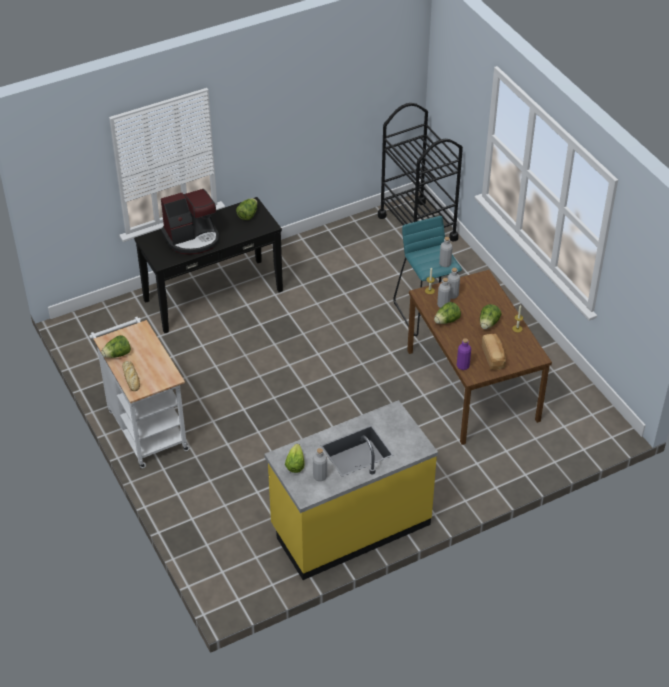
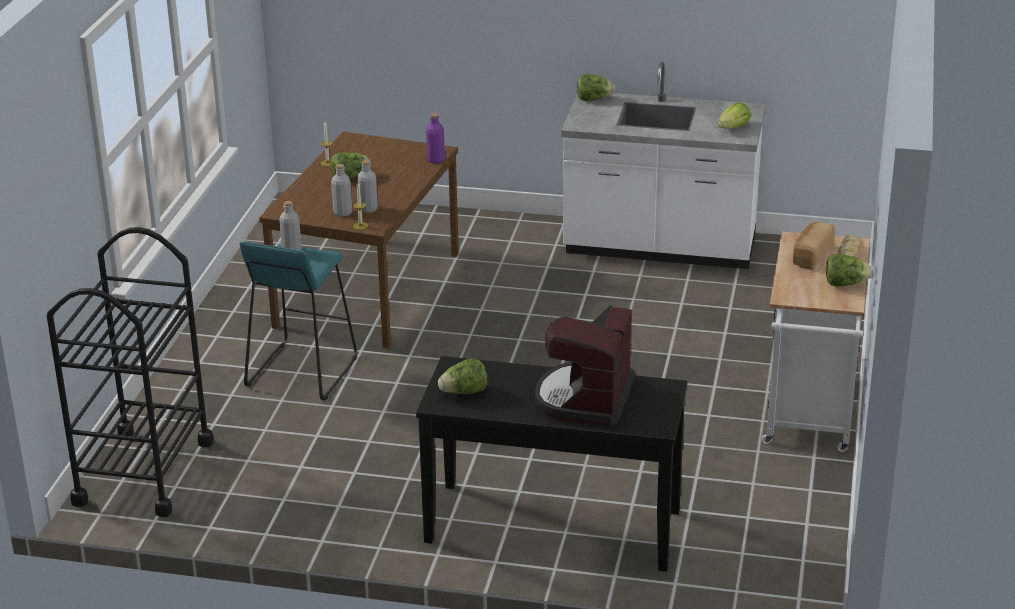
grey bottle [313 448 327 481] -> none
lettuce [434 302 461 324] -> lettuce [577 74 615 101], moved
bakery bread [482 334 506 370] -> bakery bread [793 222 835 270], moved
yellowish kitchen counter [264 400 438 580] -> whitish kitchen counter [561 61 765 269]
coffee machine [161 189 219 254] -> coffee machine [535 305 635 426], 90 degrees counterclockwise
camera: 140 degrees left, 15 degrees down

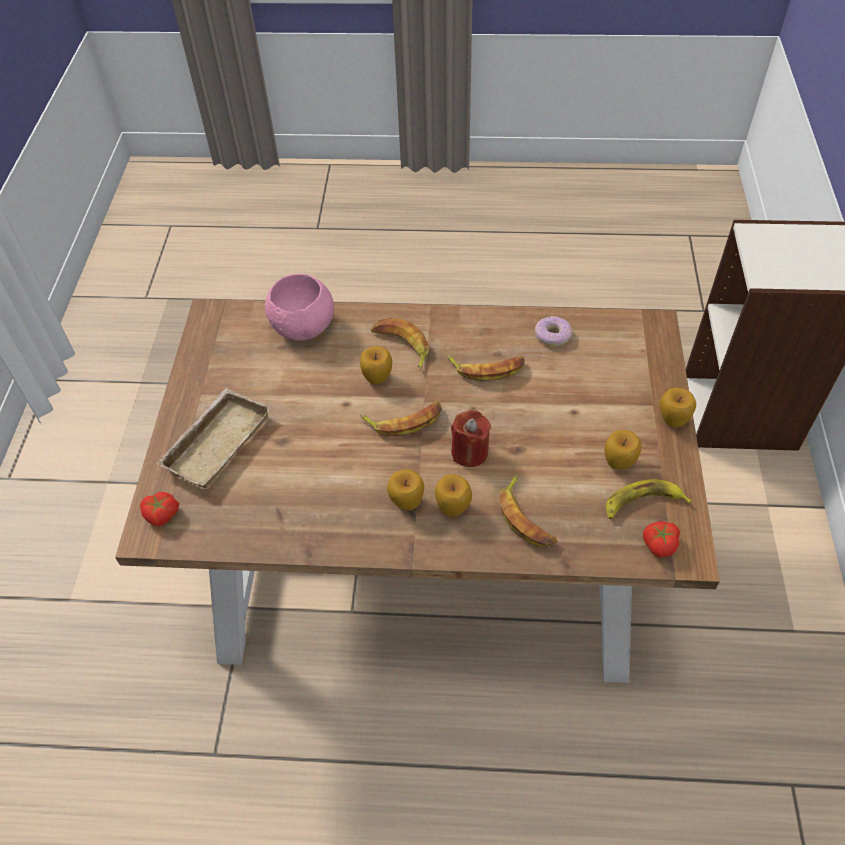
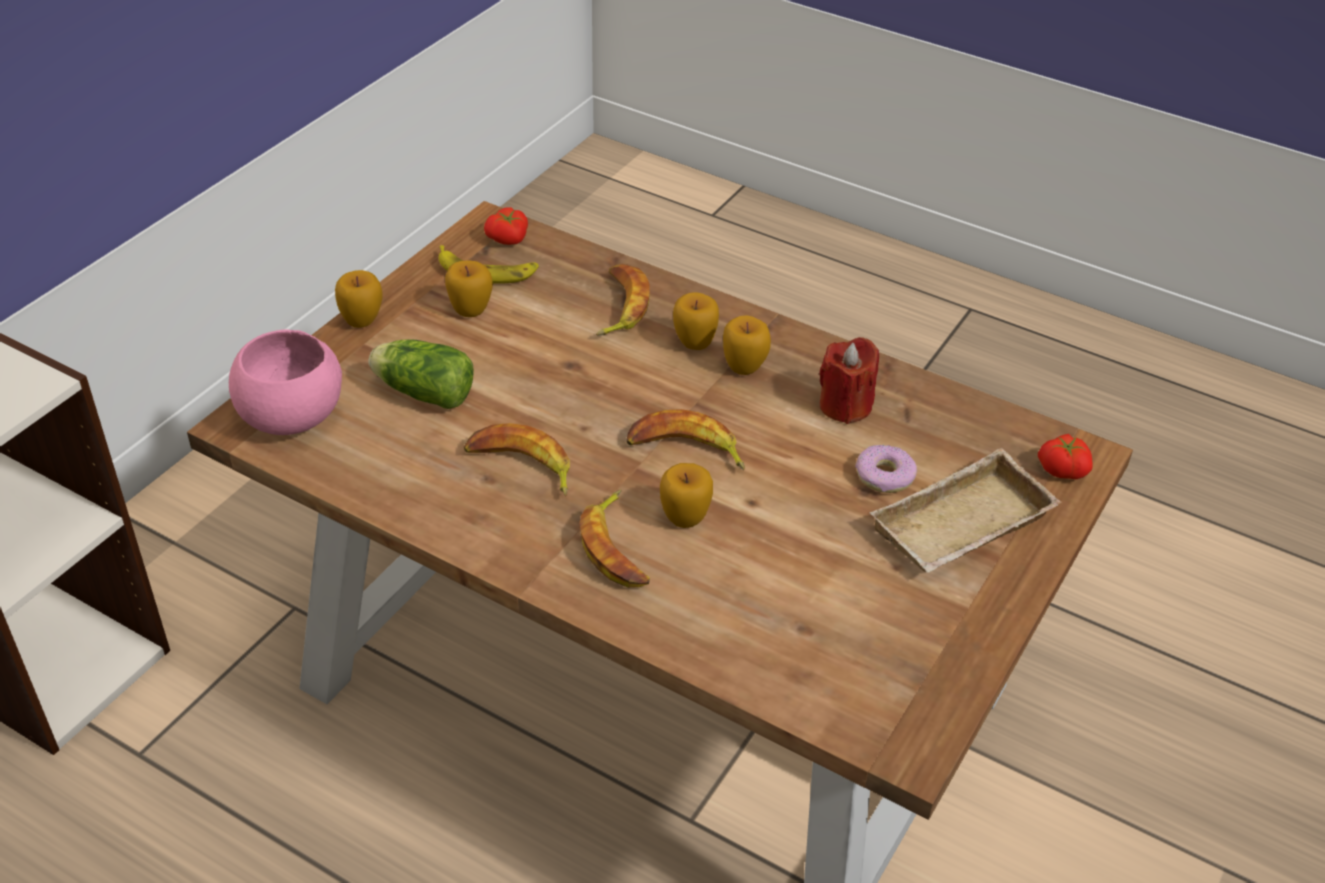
none -> lettuce [369 339 474 409]
pink bowl [265 274 334 341] -> pink bowl [229 329 342 435], moved
red-coloured candle [451 410 491 467] -> red-coloured candle [819 337 879 424], moved
ring doughnut [535 316 572 346] -> ring doughnut [855 445 917 493], moved
camera: 155 degrees left, 10 degrees down

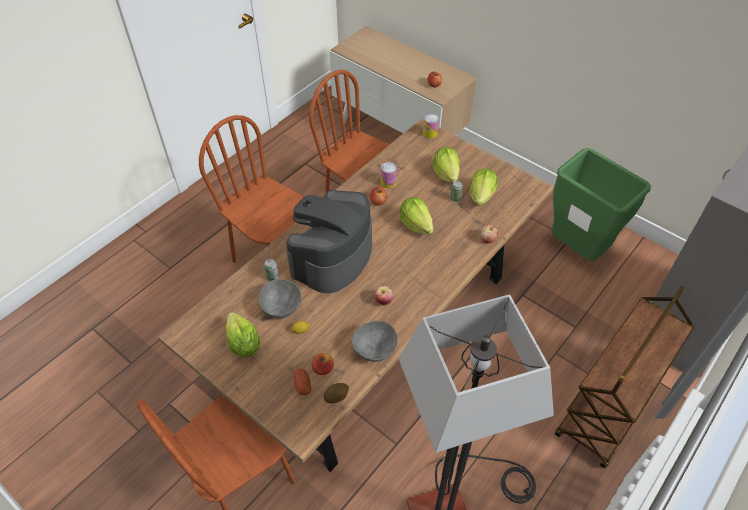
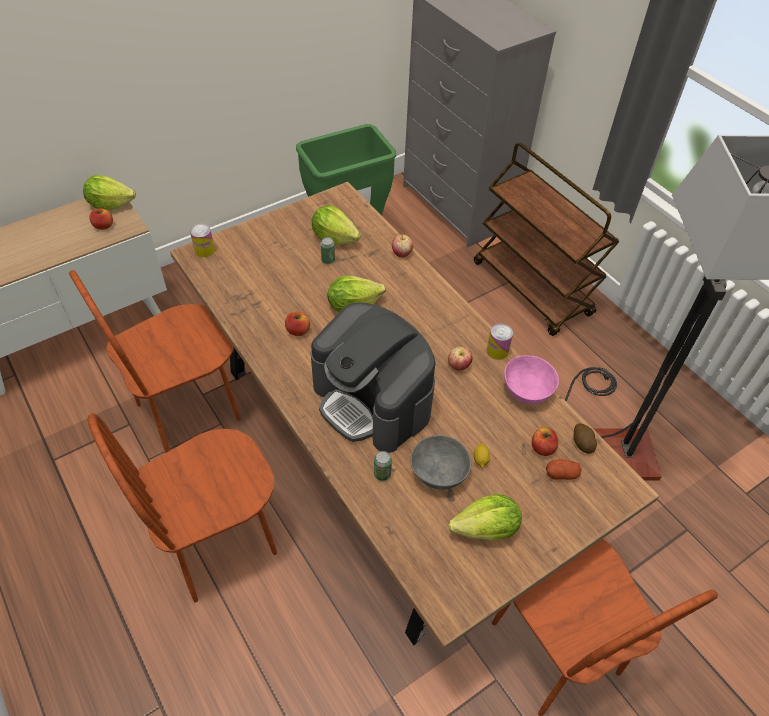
metal can [381 162 397 188] -> metal can [486 324 513 360], moved
lettuce [433 147 460 183] -> lettuce [83 175 136 211], moved
grey bowl [352 321 398 362] -> pink bowl [504 356 559 404]
camera: 75 degrees left, 0 degrees up

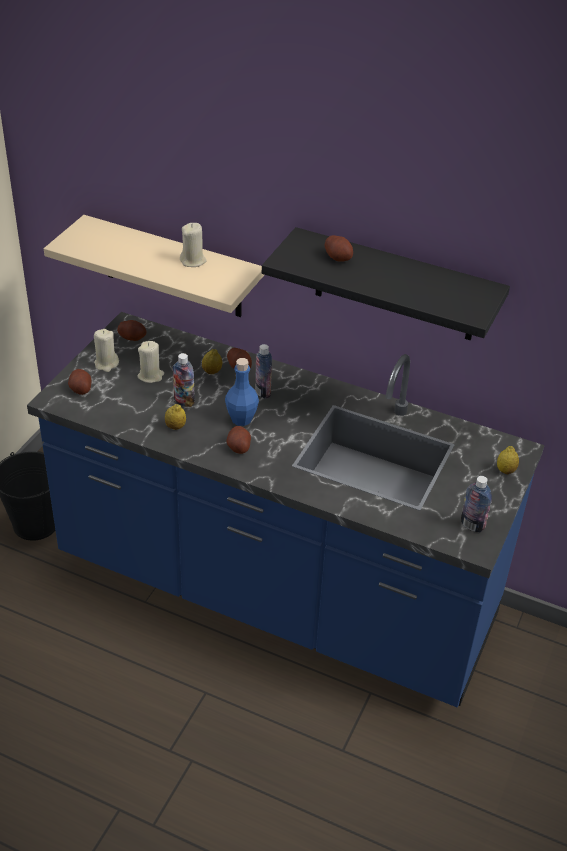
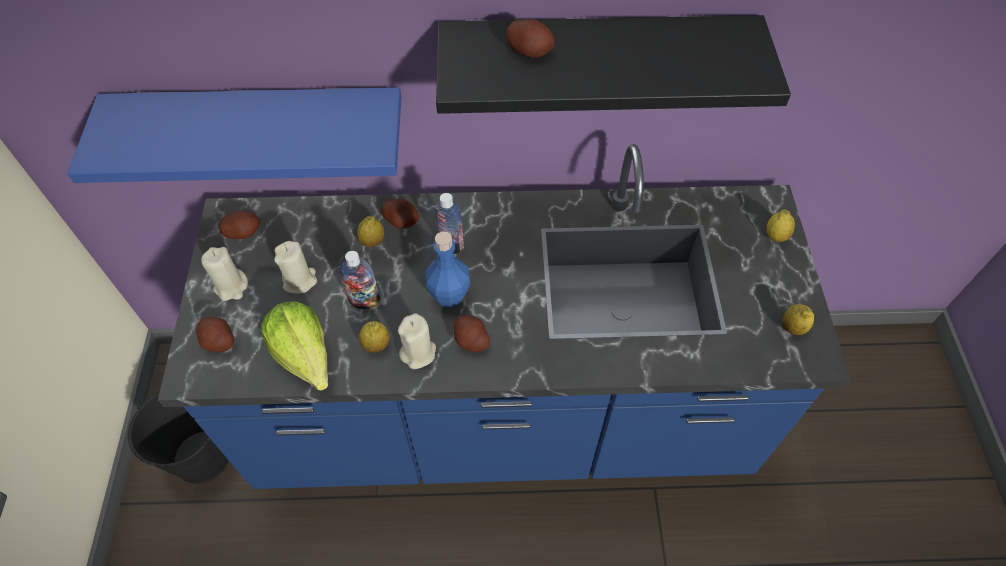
none -> lettuce [260 302 328 391]
beige candle [180 223 207 267] -> beige candle [398 313 436 369], moved
bottle [461 476 492 532] -> whole lemon [782 304 814 335]
beige shelf [44 215 264 317] -> bluish shelf [67 87 401 183]
camera: 25 degrees left, 15 degrees up

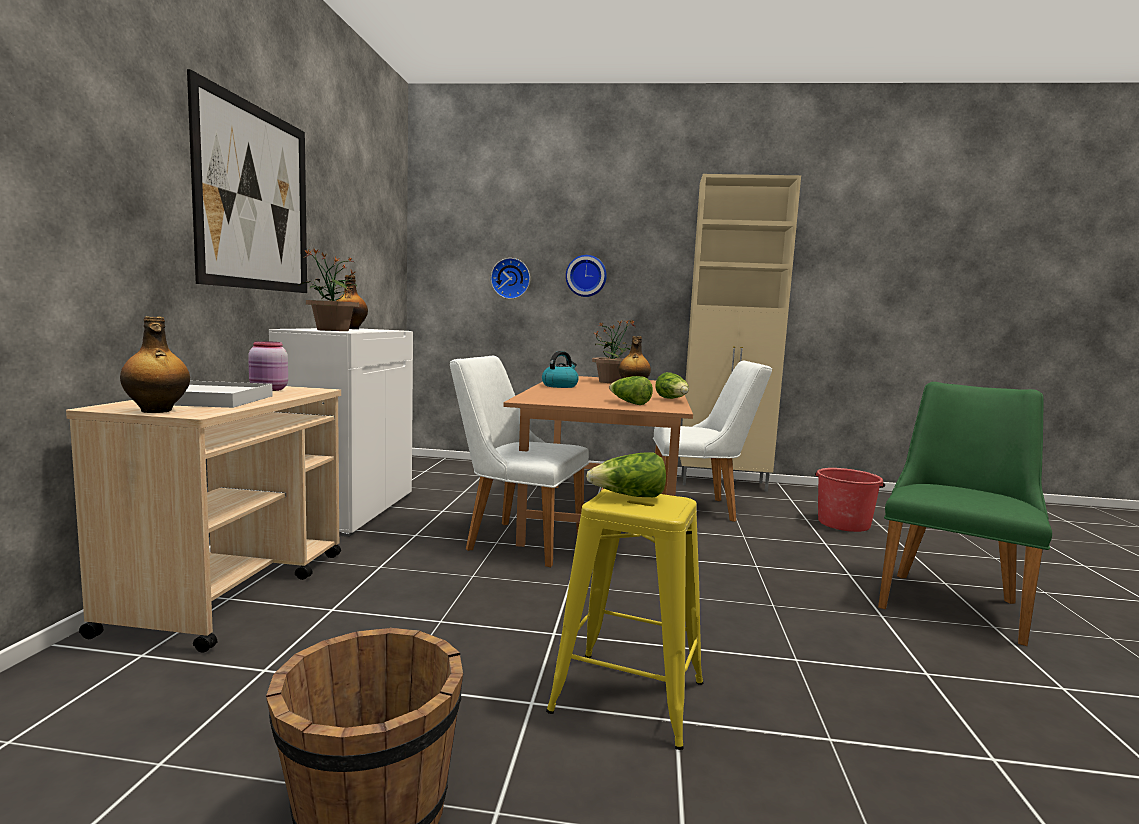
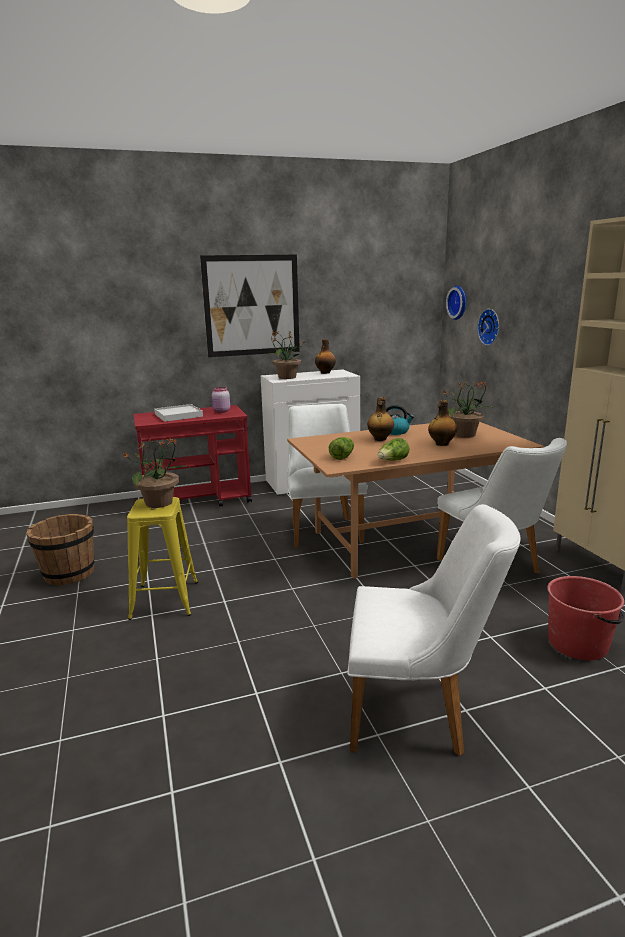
bottle [120 316 190 413] -> bottle [367 397 394 441], moved
wall clock [566 255 607 297] -> wall clock [446 286 467 320], moved
lettuce [586 452 666 497] -> houseplant [123 438 191 508]
beige trolley [66 386 341 653] -> red-coloured trolley [133 405 252 507]
green chair [878 382 1052 646] -> whitish chair [347 504 521 756]
camera: 65 degrees right, 10 degrees up

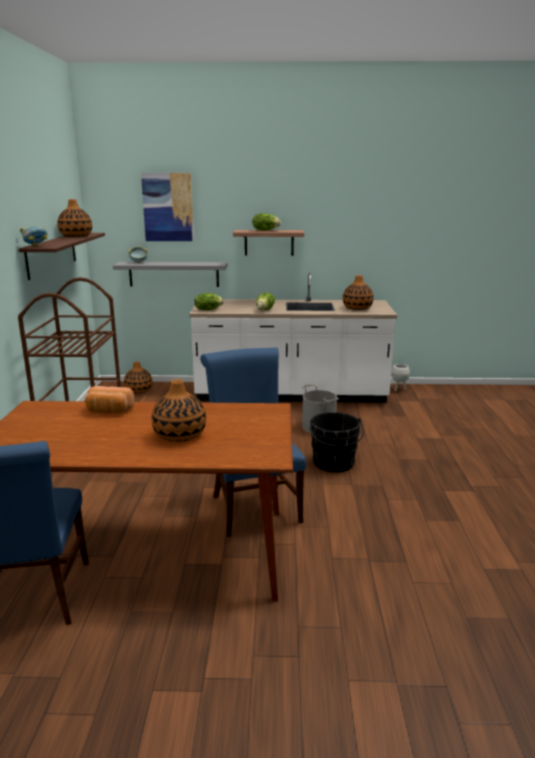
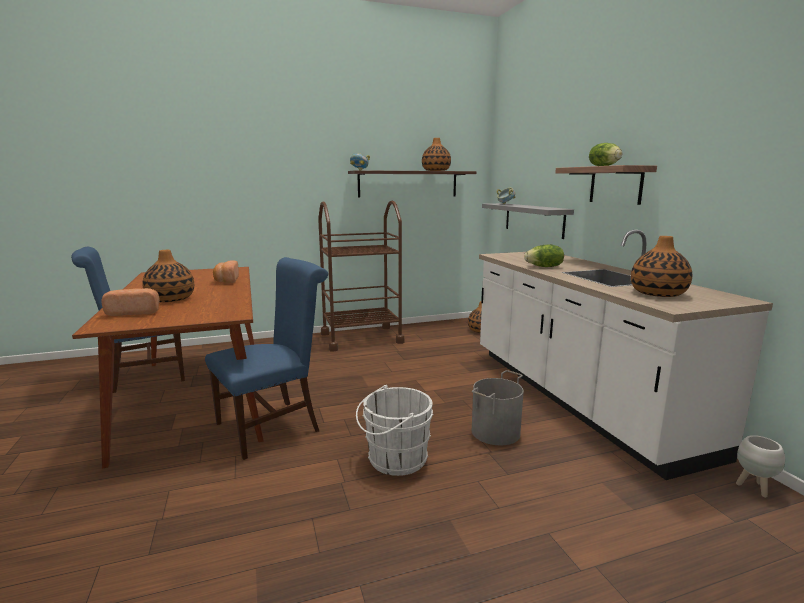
wall picture [141 173 194 241] -> none
lettuce [195 293 224 310] -> none
none -> bakery bread [102 288 160 316]
blackish water bucket [310 412 364 472] -> whitish water bucket [356 385 434 476]
camera: 70 degrees right, 5 degrees down

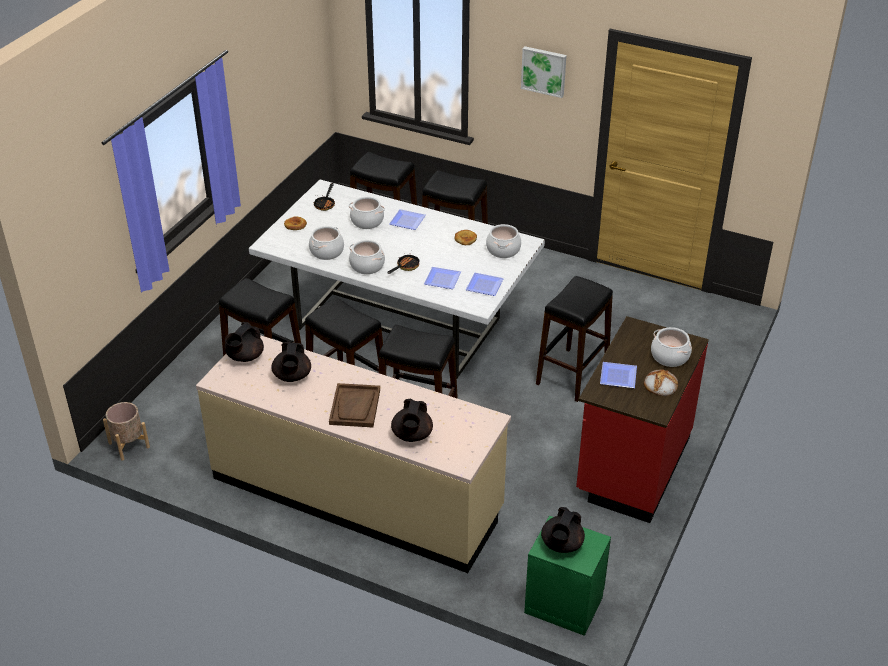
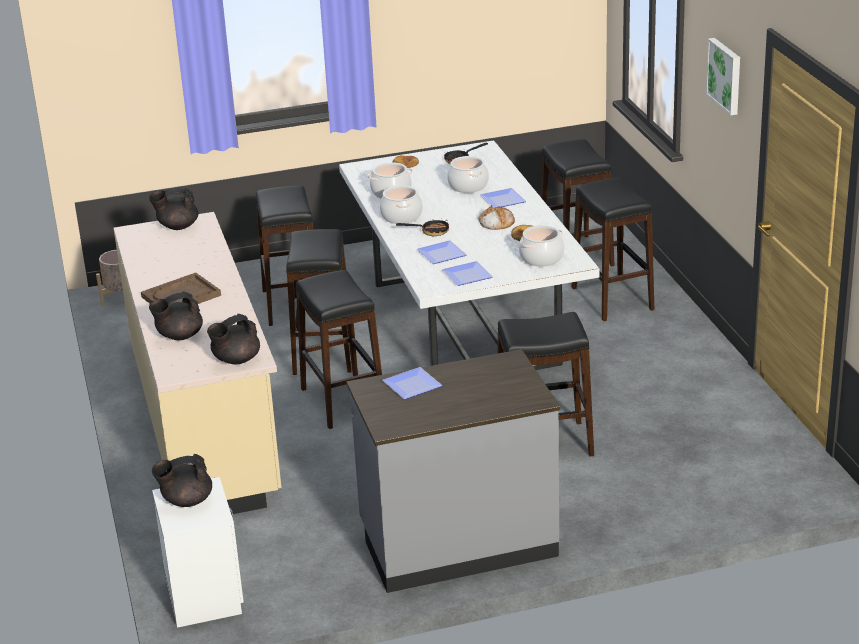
cooking pot [651 327 692 367] -> none
blackish tea pot [271 342 311 382] -> blackish tea pot [207 314 260 364], moved
bakery bread [644 369 678 396] -> bakery bread [479 205 515 230], moved
green nightstand [524 516 611 636] -> whitish nightstand [152 477 244 628]
red-coloured kitchen counter [576 316 709 523] -> grey kitchen counter [346 349 560 593]
camera: 50 degrees right, 10 degrees down

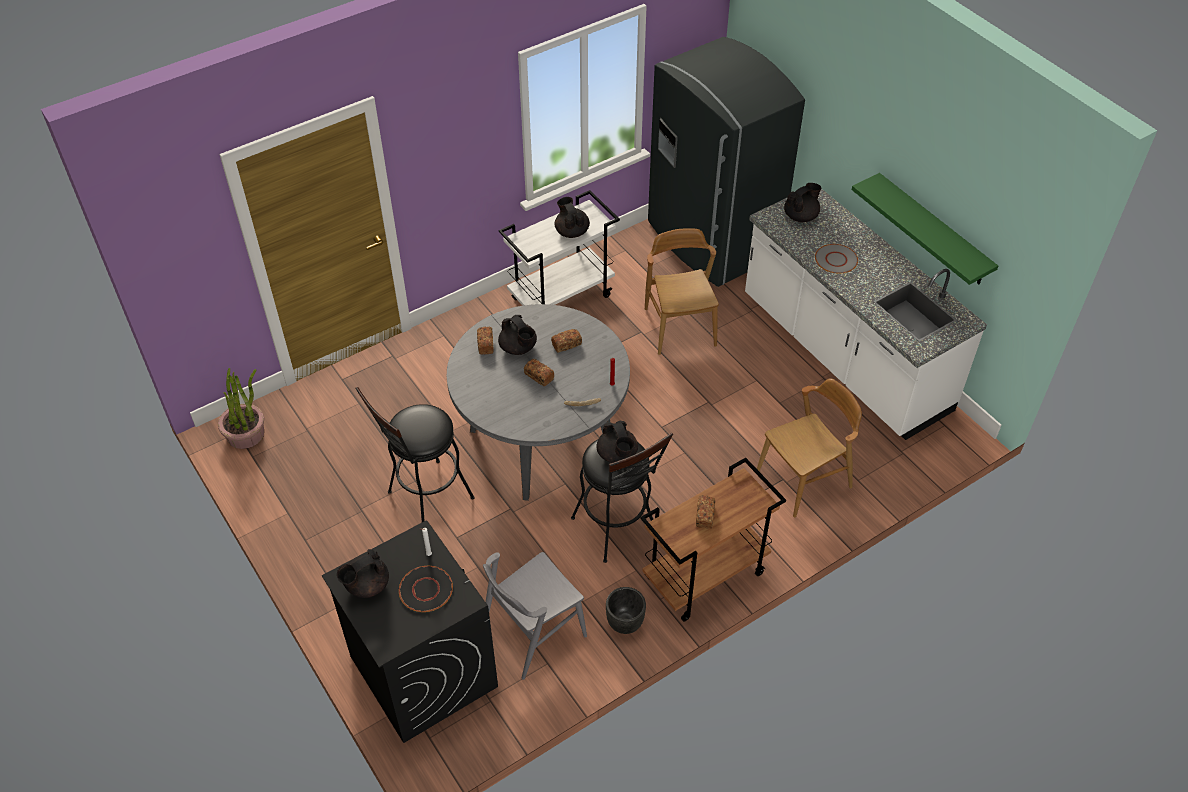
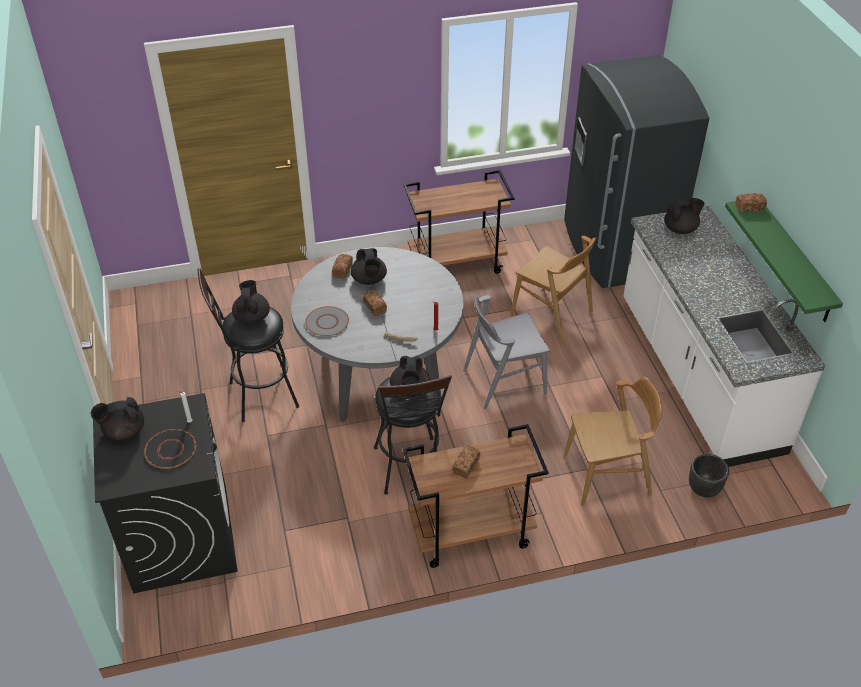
houseplant [218 368 264 449] -> none
grey chair [483 552 587 680] -> grey chair [464 295 550 409], moved
bakery bread [551 329 582 353] -> bakery bread [735 193 767 212], moved
blackish tea pot [554 197 590 238] -> blackish tea pot [232 280 270 324], moved
blackish flower pot [606 587 646 634] -> blackish flower pot [689 454 729 498], moved
grey flat dish [815 244 858 274] -> grey flat dish [305 306 349 336], moved
whitish trolley [499 190 620 306] -> brown-coloured trolley [403 170 515 274]
brown-coloured chair [645 229 719 355] -> brown-coloured chair [510 236 596 342], 120 degrees clockwise
camera: 20 degrees right, 5 degrees down

